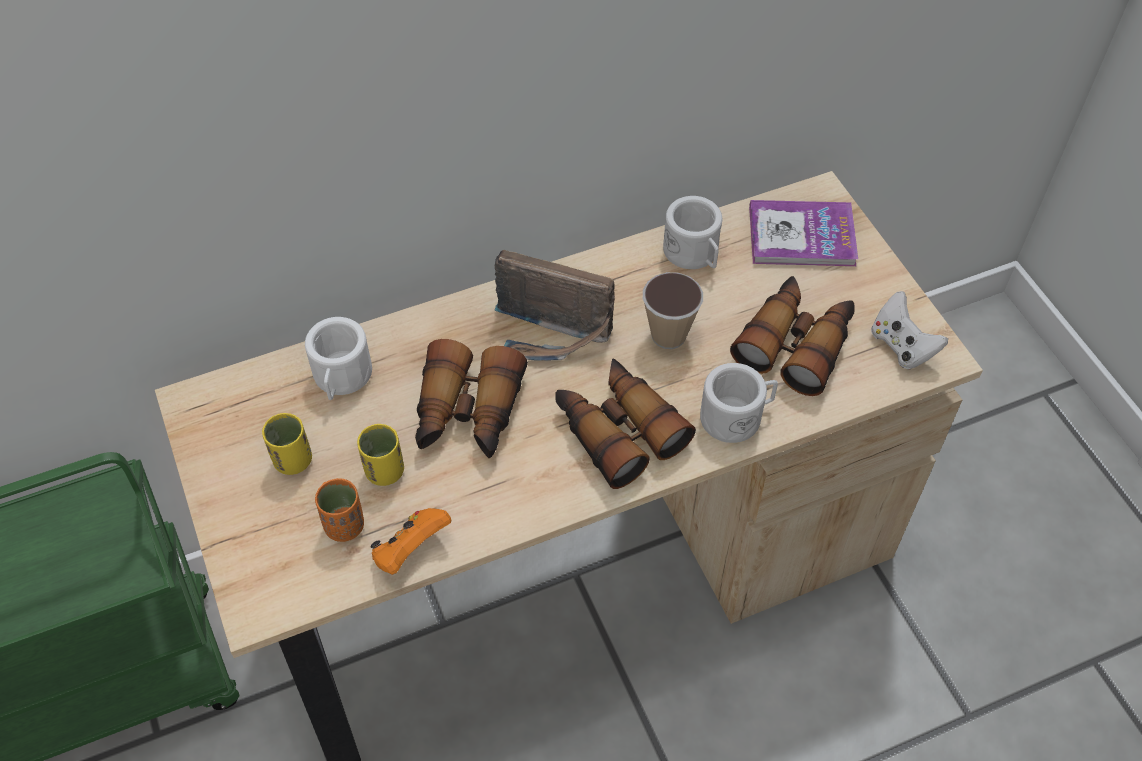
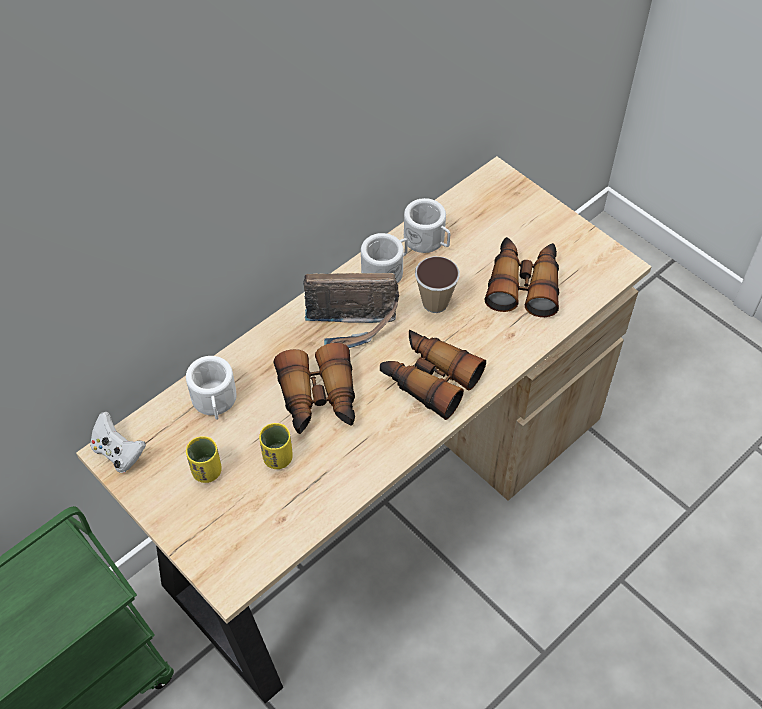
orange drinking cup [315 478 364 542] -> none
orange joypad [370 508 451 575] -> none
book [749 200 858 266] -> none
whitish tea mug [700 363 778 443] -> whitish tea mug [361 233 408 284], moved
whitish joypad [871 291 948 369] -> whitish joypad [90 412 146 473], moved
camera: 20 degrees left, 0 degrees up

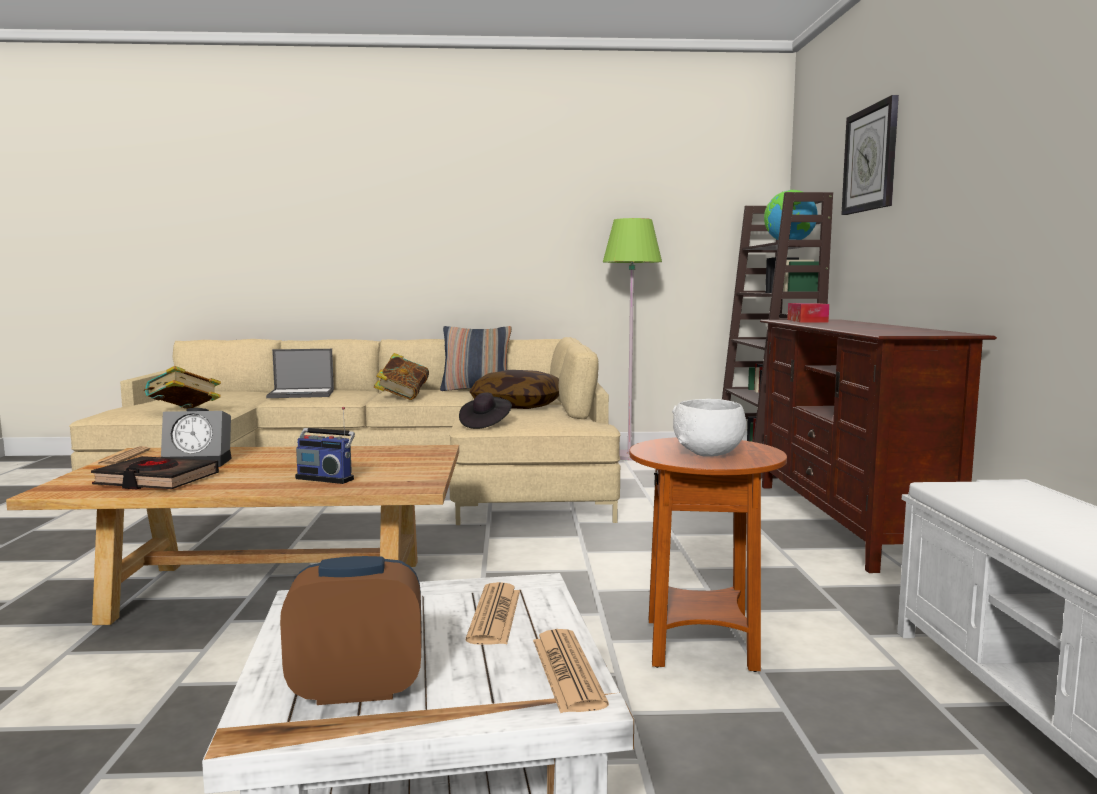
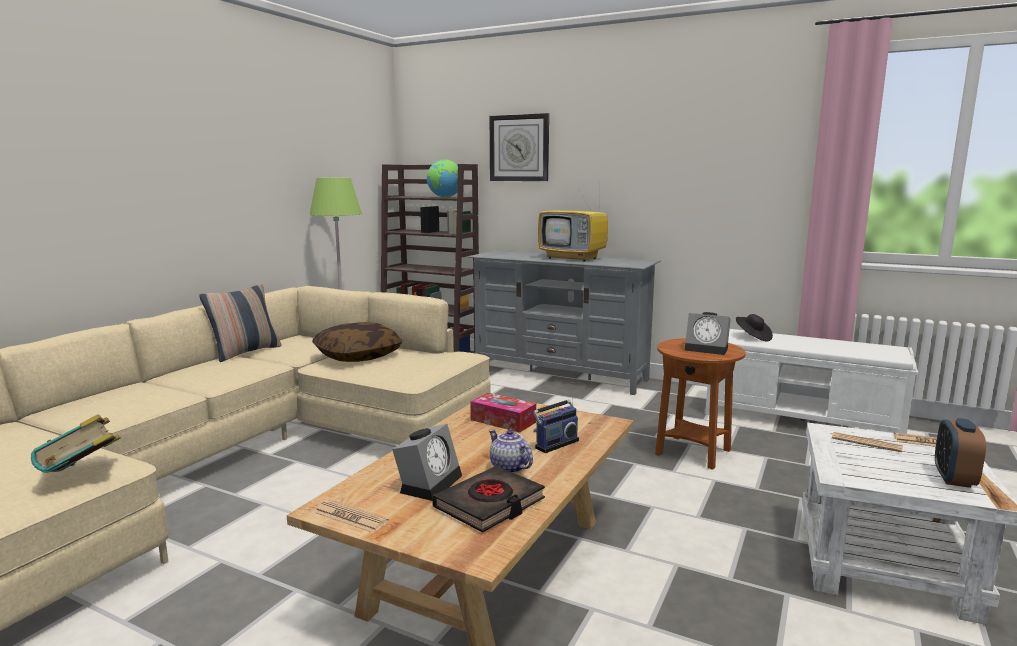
notebook computer [266 349 334 398] -> none
book [374 353 429 400] -> none
none -> tea pot [489 429 533 473]
none -> TV [538 188 608 262]
blackish clothing hat [459 393 512 429] -> blackish clothing hat [736 314 773 342], moved
tissue box [787 303 829 322] -> tissue box [470 393 536 433], moved
whitish bowl [672 399 746 457] -> bedside clock [685 312 731 355]
brown-coloured media console [760 320 997 573] -> grey media console [468 250 661 395]
camera: 60 degrees left, 5 degrees up

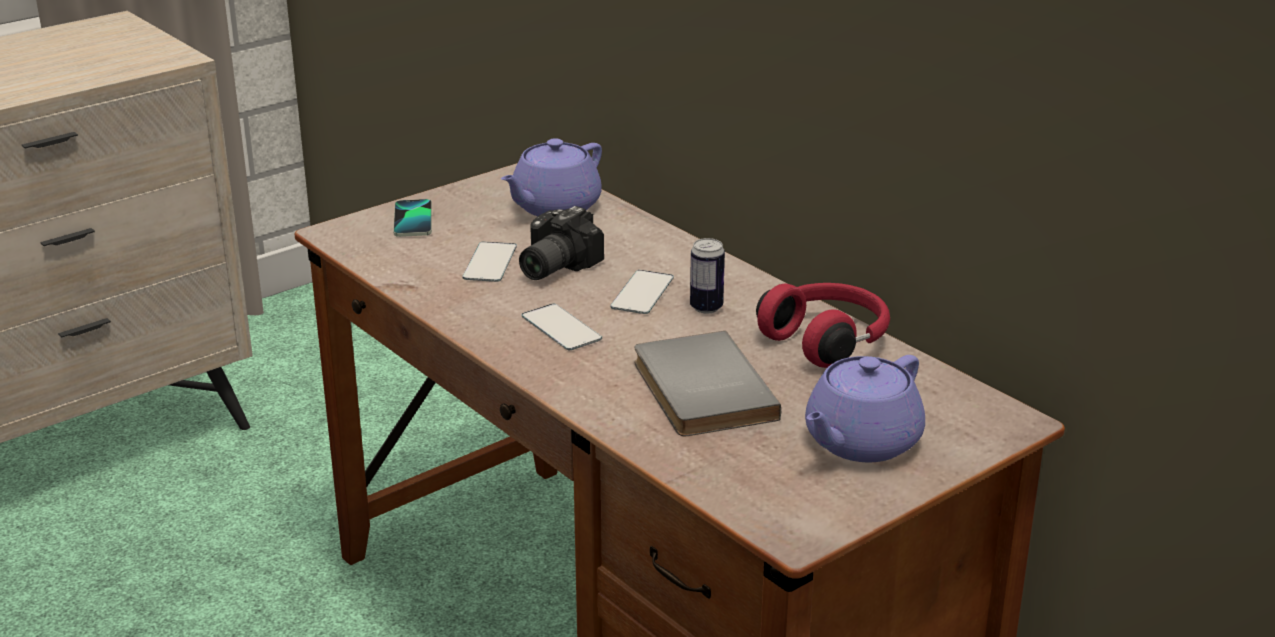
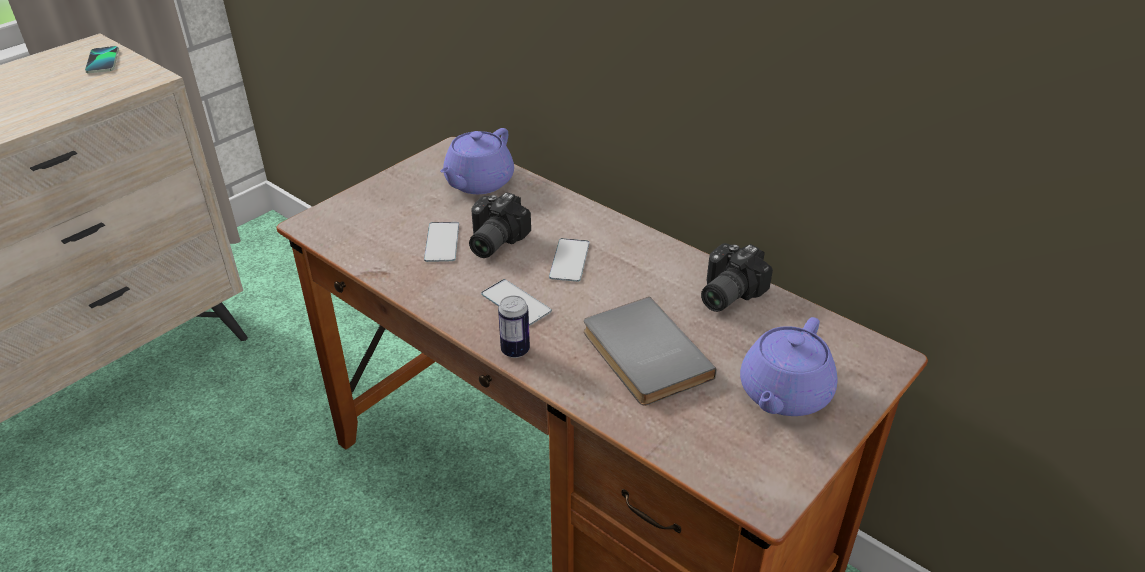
handset [393 199 432 237] -> handset [85 46 119 73], moved
metal can [690 238 725 314] -> metal can [498 295 530 358], moved
red-coloured headset [756 283 890 368] -> photo camera [701 243 773 312]
camera: 10 degrees left, 10 degrees up

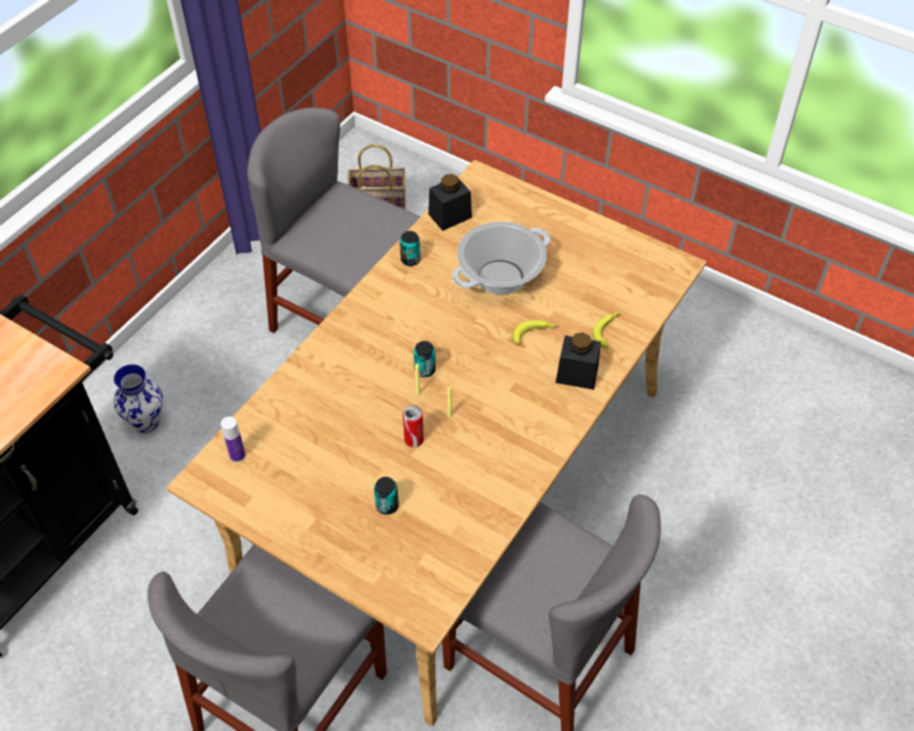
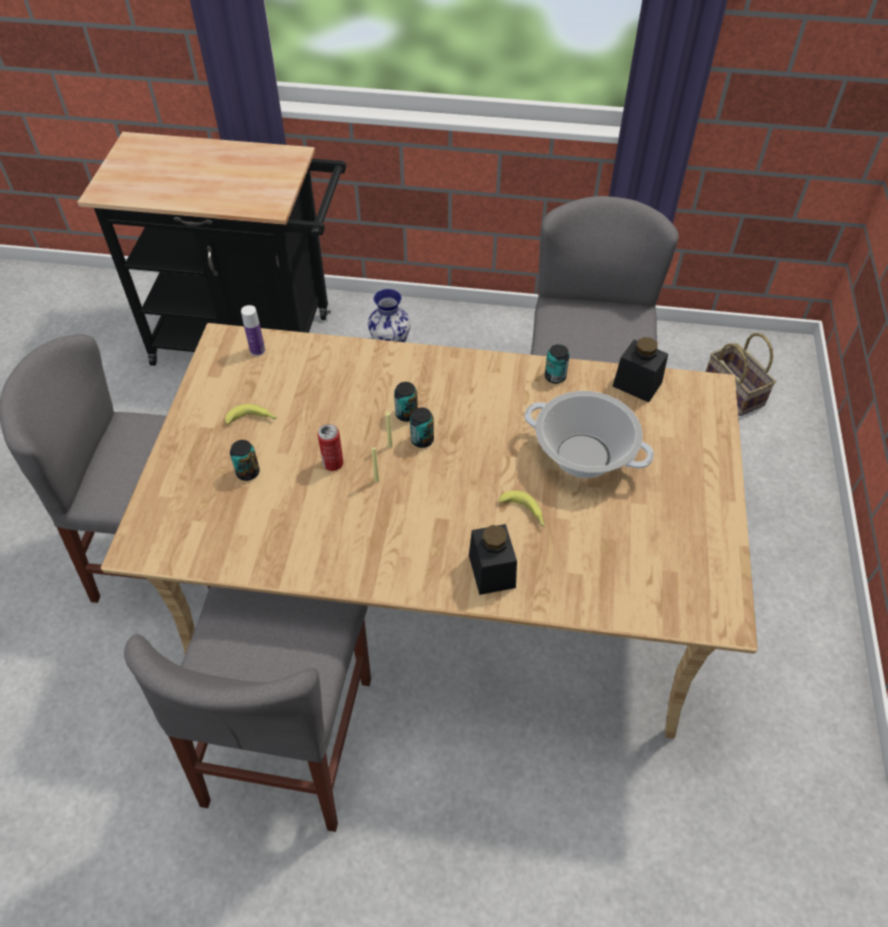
none -> metal can [394 382 418 422]
banana [592 312 619 348] -> banana [225 404 277 424], moved
camera: 65 degrees right, 0 degrees up

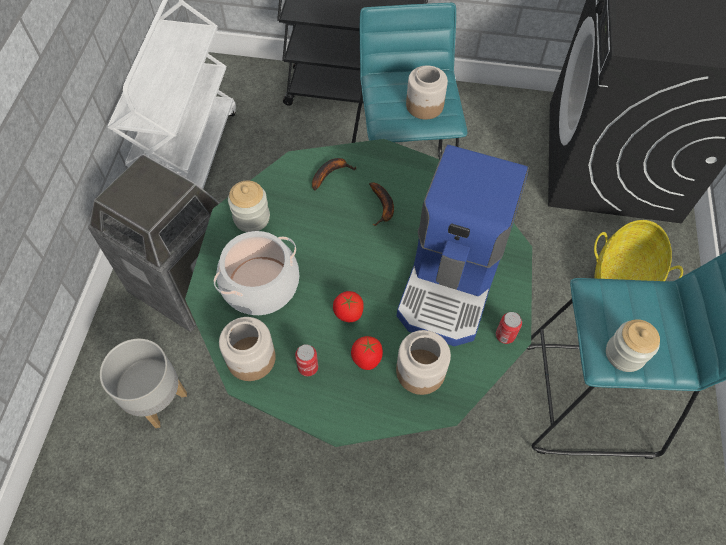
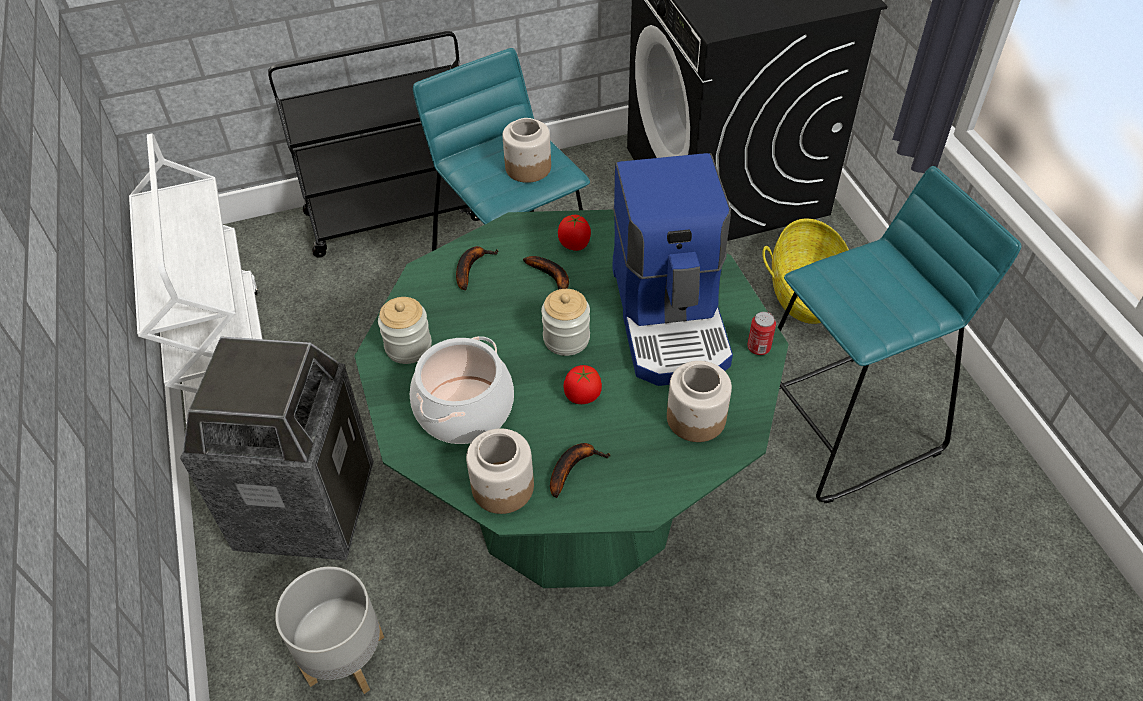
fresh tomato [351 336 383 370] -> fresh tomato [558 215 591 251], moved
preserve jar [606 319 660 372] -> preserve jar [541 289 590 356], moved
metal can [295 344 318 376] -> banana [550 443 610 498]
camera: 25 degrees left, 10 degrees down

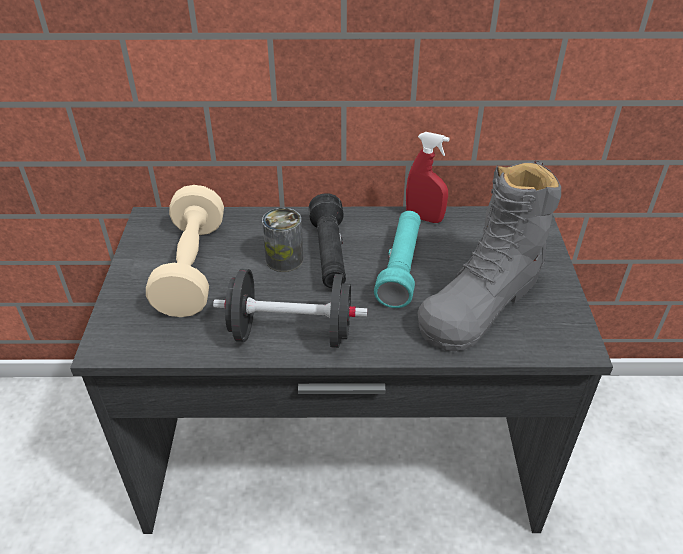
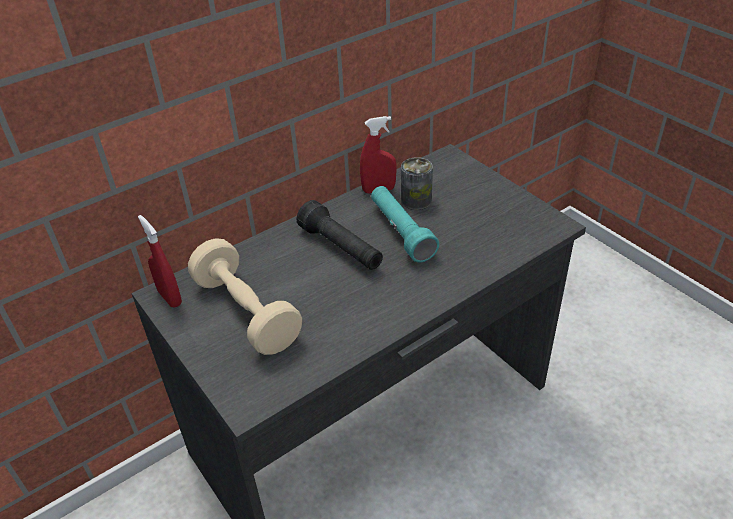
blackish hand weight [213 269 367 348] -> none
grey boot [417 161 561 351] -> none
none -> red-coloured hand sprayer [138 215 182 307]
metal can [262 208 303 272] -> metal can [401 157 433 210], moved
camera: 35 degrees left, 0 degrees up

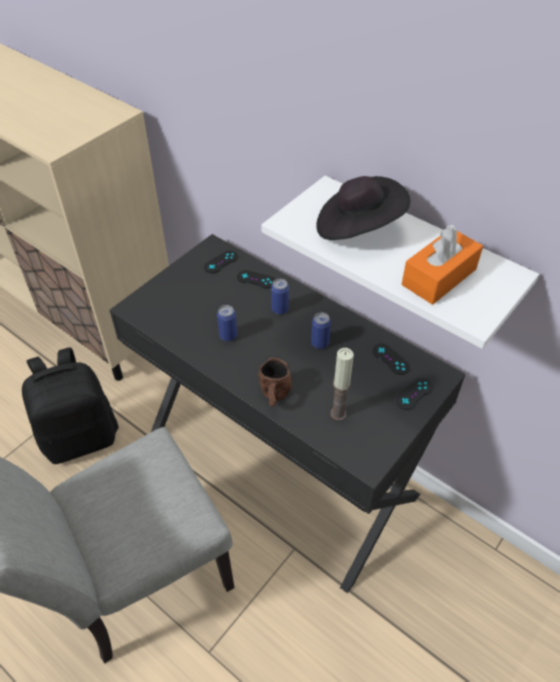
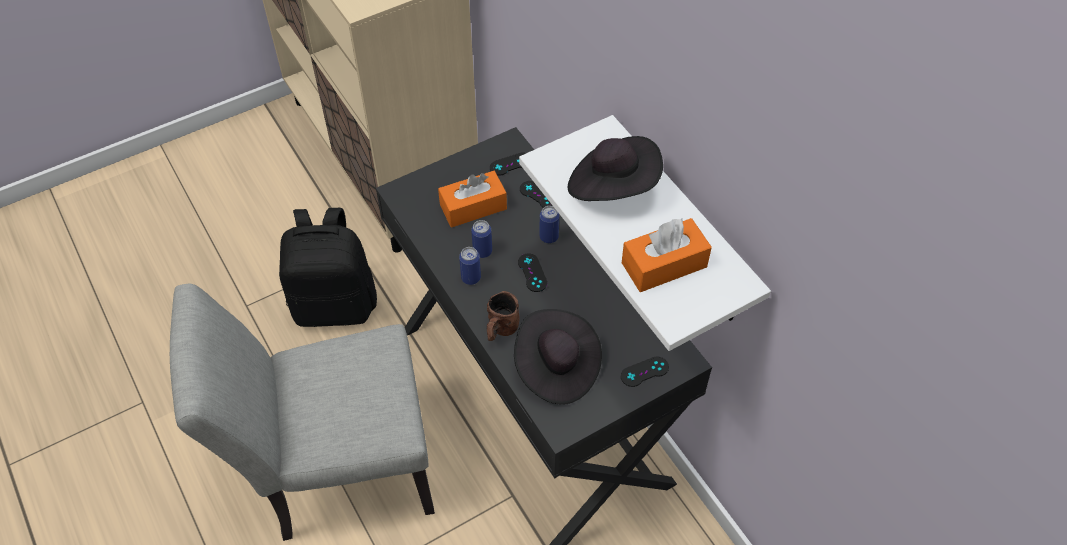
none -> orange tissue box [438 171 507 227]
metal can [311 312 331 349] -> metal can [459 247 481 285], moved
blackish joypad [372 344 410 375] -> blackish joypad [518 253 547 292], moved
candle [330 348 354 421] -> blackish clothing hat [514 309 602 405]
camera: 20 degrees right, 5 degrees up

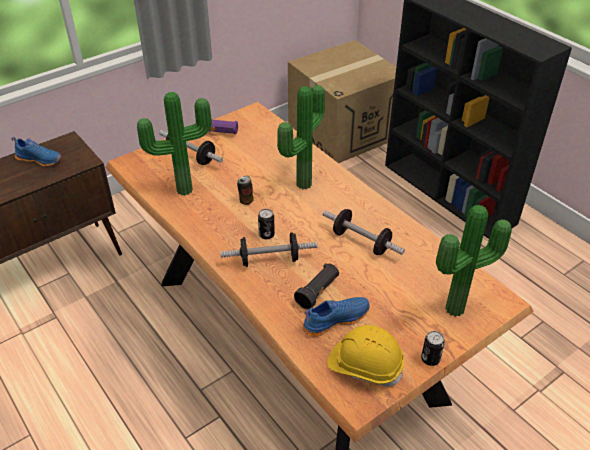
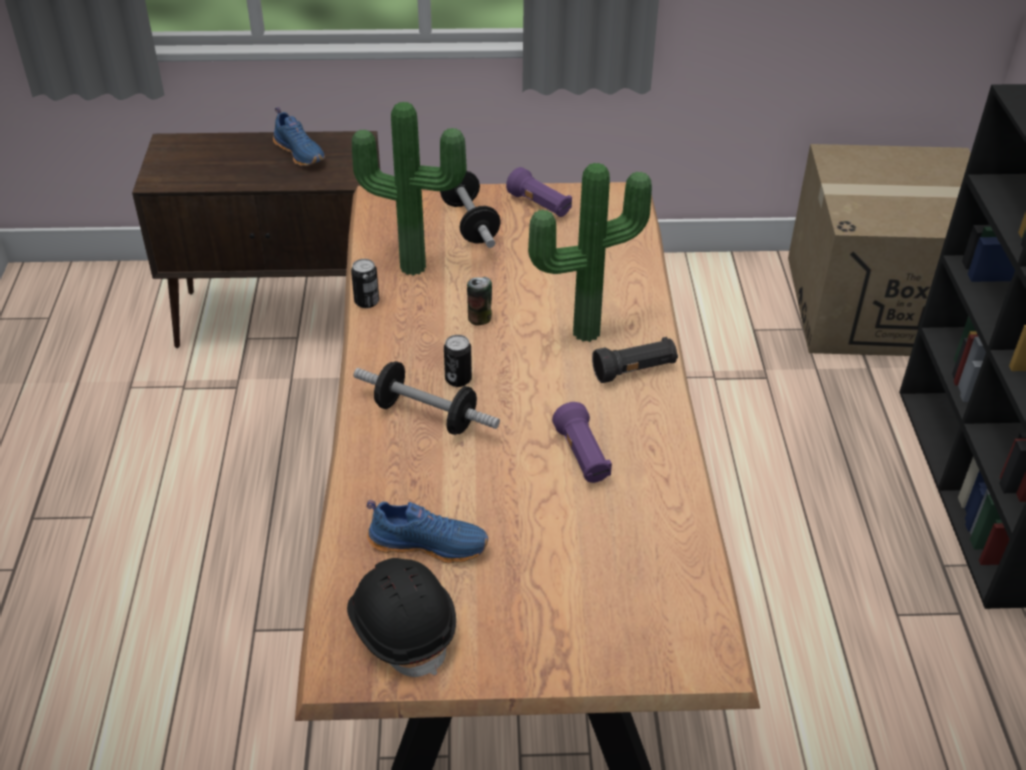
houseplant [436 205 512 317] -> none
blackish torch [294 263 339 309] -> blackish torch [592 337 678 383], moved
metal can [421 331 445 366] -> metal can [351 259 379 308], moved
hand weight [323 209 405 255] -> purplish torch [552 402 612 483]
yellowish work helmet [327 325 404 387] -> blackish work helmet [347 558 456 677]
camera: 35 degrees right, 0 degrees up

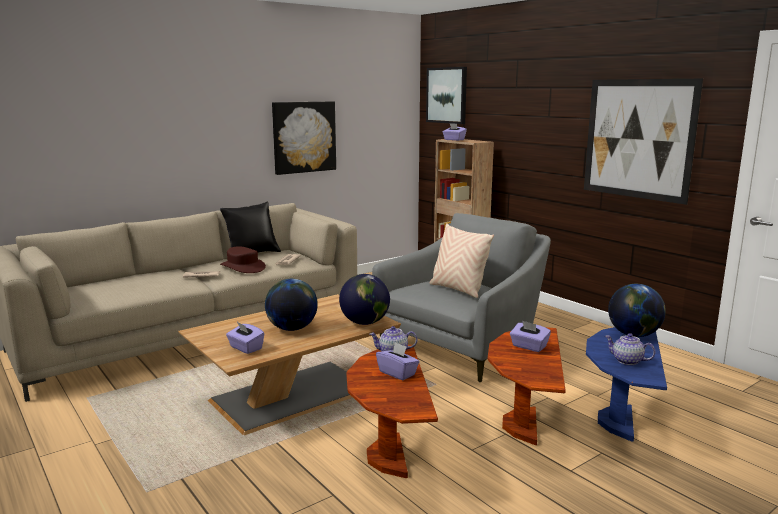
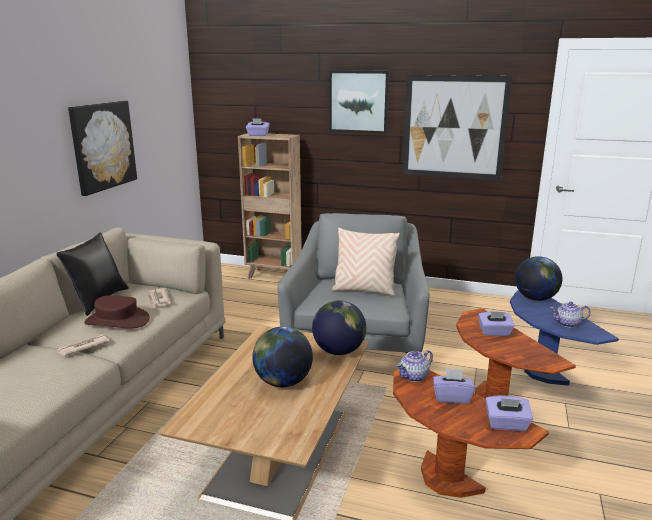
purplish tissue box [226 322 264 354] -> purplish tissue box [485 396 533 431], moved
wall picture [426 67 467 124] -> wall picture [329 70 389 134], moved
camera: 35 degrees left, 5 degrees up

